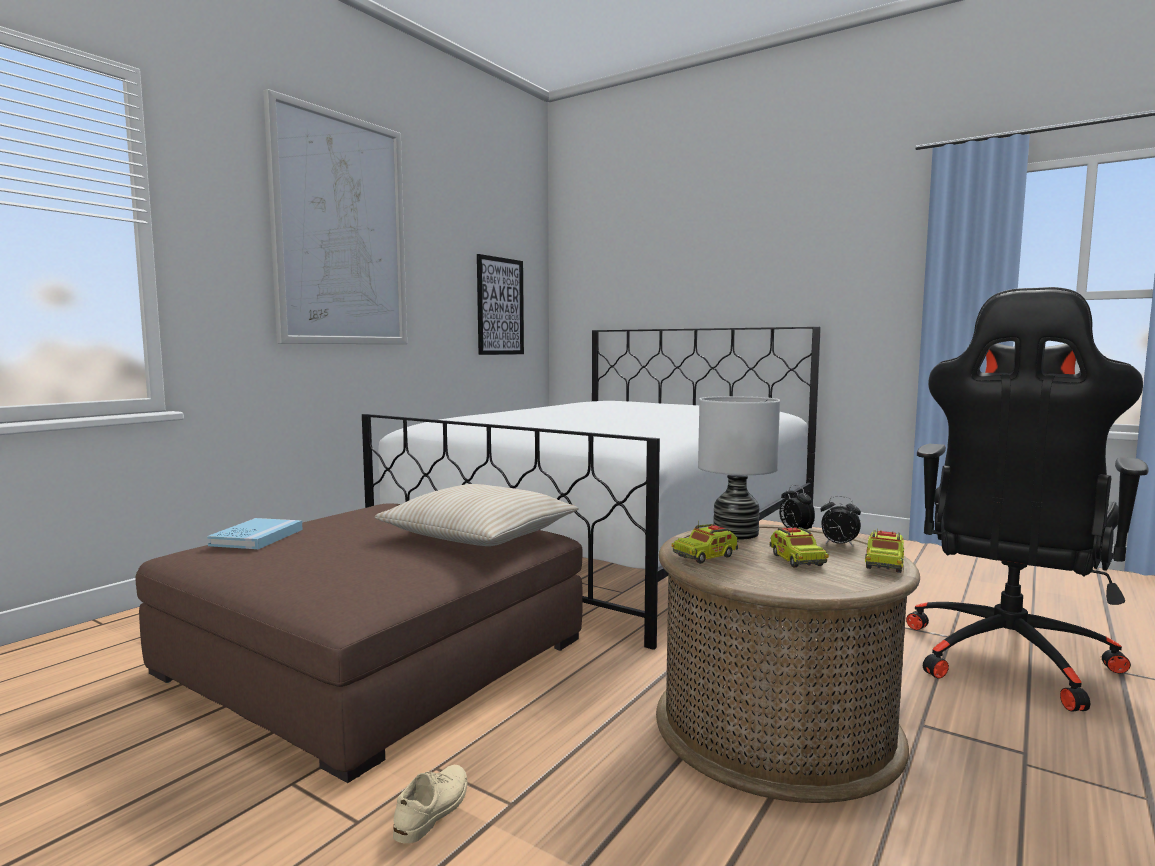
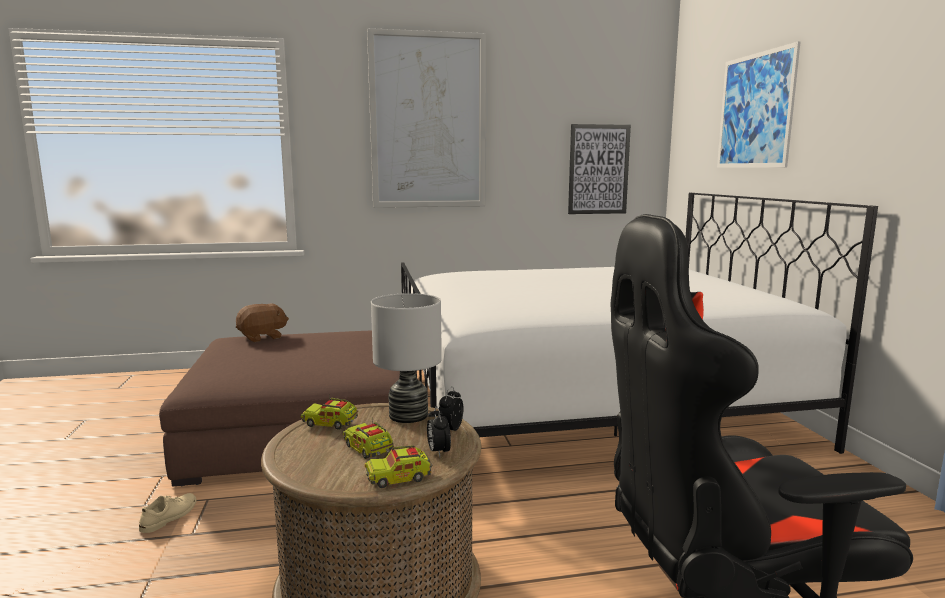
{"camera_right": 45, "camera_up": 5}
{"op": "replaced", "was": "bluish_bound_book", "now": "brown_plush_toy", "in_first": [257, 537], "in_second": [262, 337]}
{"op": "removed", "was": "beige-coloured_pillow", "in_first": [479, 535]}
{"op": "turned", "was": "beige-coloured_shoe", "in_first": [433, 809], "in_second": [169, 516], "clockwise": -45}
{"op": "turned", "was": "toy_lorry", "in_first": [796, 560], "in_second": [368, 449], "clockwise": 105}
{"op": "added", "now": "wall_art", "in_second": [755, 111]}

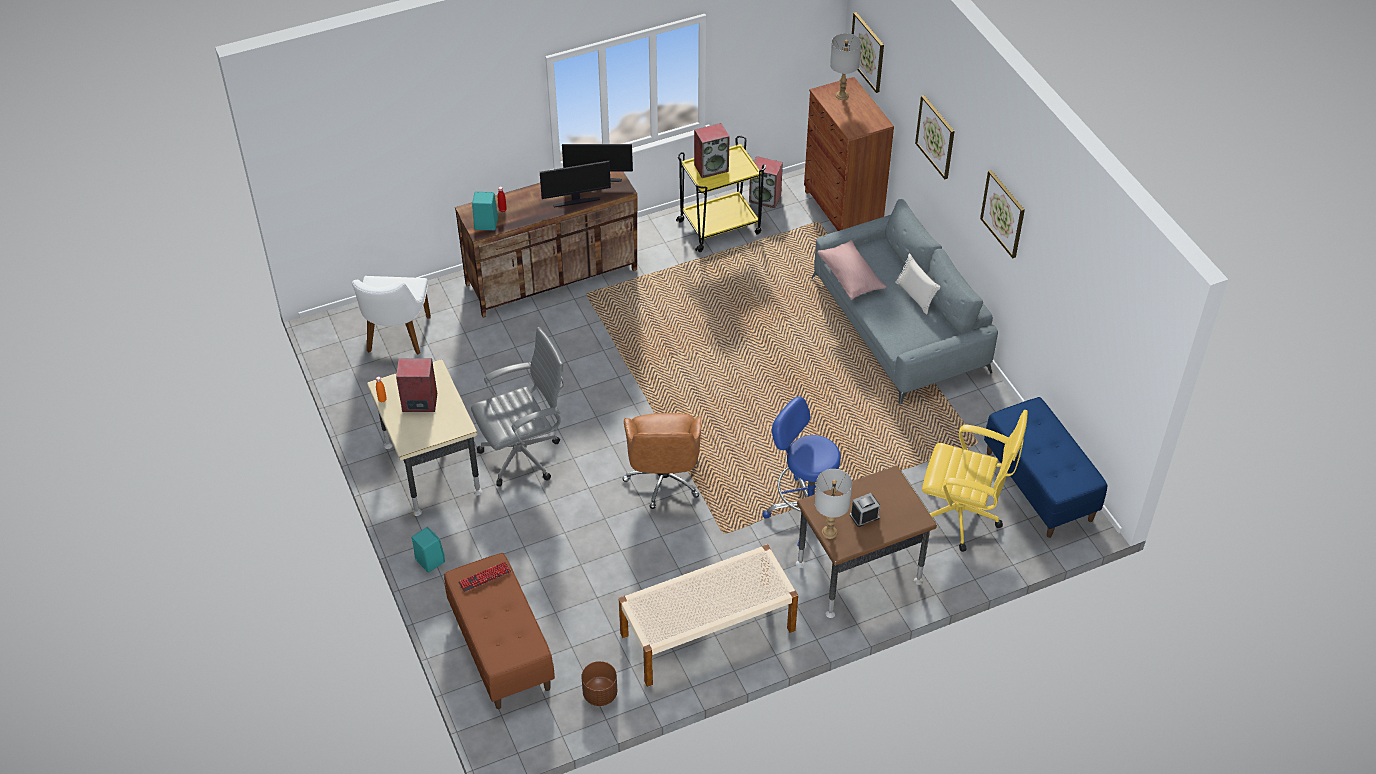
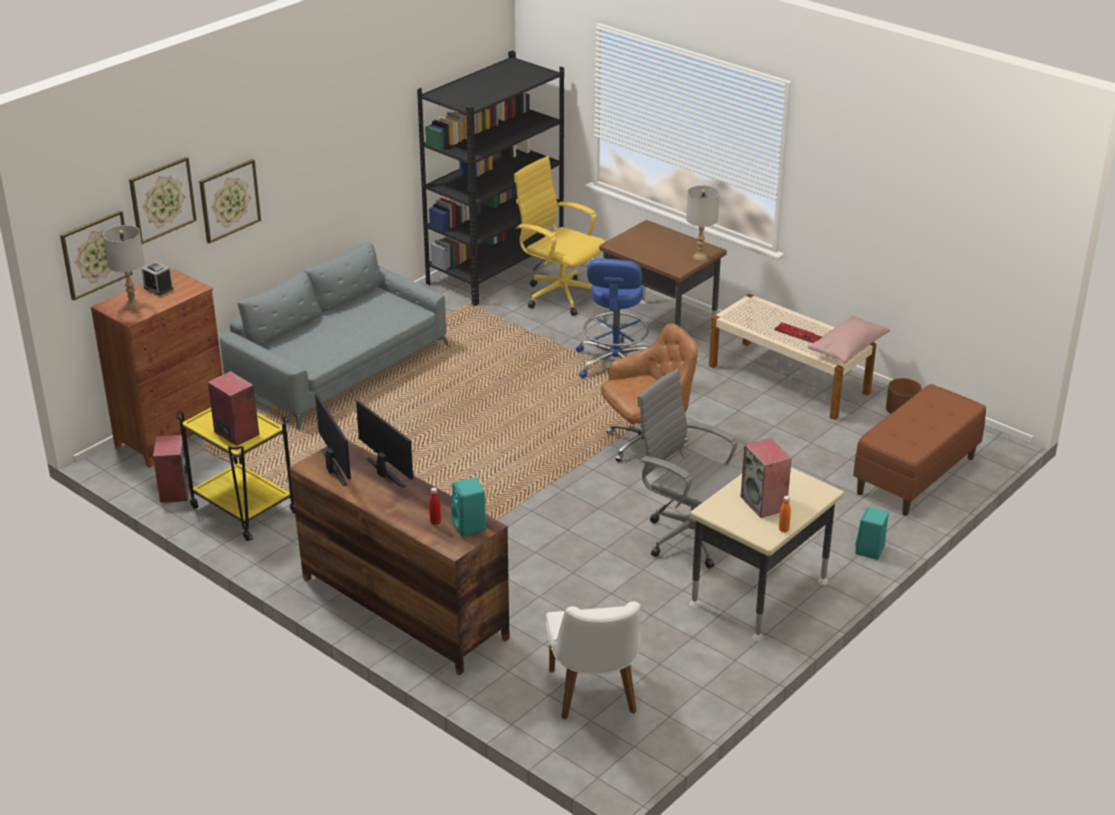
{"camera_right": -115, "camera_up": -15}
{"op": "turned", "was": "whitish_upright_chair", "in_first": [396, 339], "in_second": [595, 697], "clockwise": 105}
{"op": "moved", "was": "keyboard", "in_first": [484, 577], "in_second": [798, 334]}
{"op": "moved", "was": "pinkish_pillow", "in_first": [850, 277], "in_second": [847, 349]}
{"op": "moved", "was": "bedside_clock", "in_first": [864, 516], "in_second": [158, 288]}
{"op": "removed", "was": "whitish_pillow", "in_first": [916, 296]}
{"op": "turned", "was": "yellow_office_chair", "in_first": [962, 517], "in_second": [559, 295], "clockwise": -45}
{"op": "moved", "was": "wall_art", "in_first": [1003, 213], "in_second": [162, 199]}
{"op": "replaced", "was": "bluish_long_seat", "now": "blackish_bookshelf", "in_first": [1039, 486], "in_second": [495, 270]}

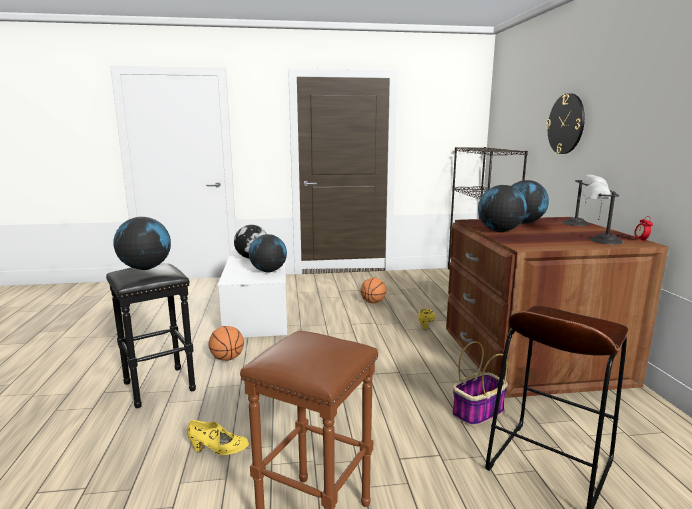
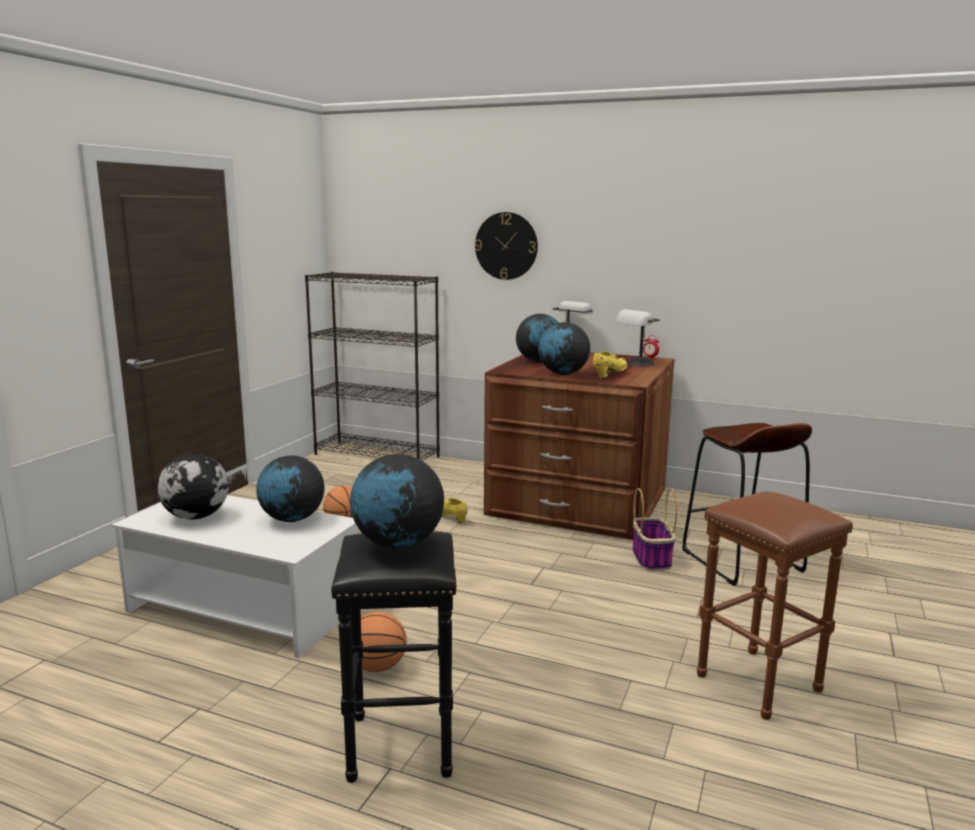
{"camera_right": -60, "camera_up": 0}
{"op": "moved", "was": "yellow_shoe", "in_first": [218, 450], "in_second": [609, 374]}

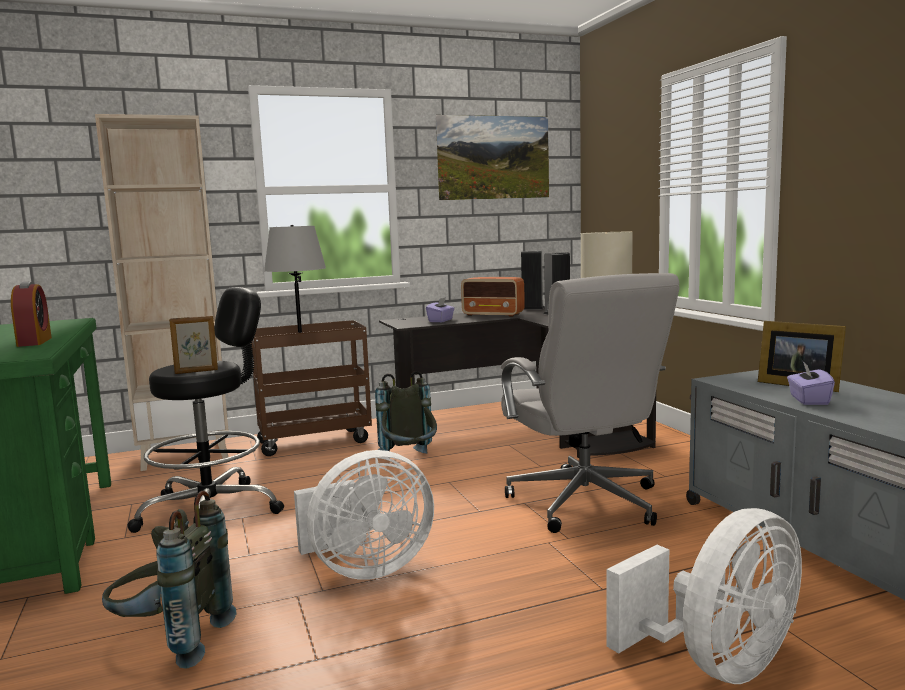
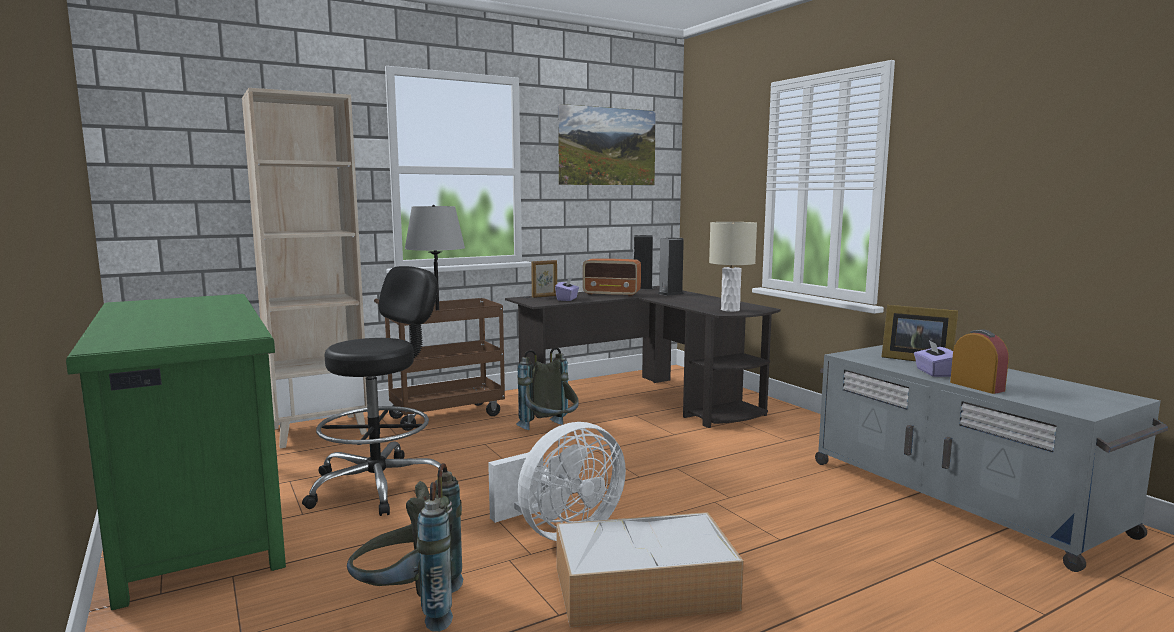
{"camera_right": -10, "camera_up": 0}
{"op": "moved", "was": "bedside_clock", "in_first": [34, 342], "in_second": [977, 386]}
{"op": "moved", "was": "picture_frame", "in_first": [196, 371], "in_second": [544, 296]}
{"op": "removed", "was": "greyish_office_chair", "in_first": [585, 501]}
{"op": "removed", "was": "whitish_cooling_fan", "in_first": [718, 664]}
{"op": "added", "now": "storage_container", "in_second": [641, 589]}

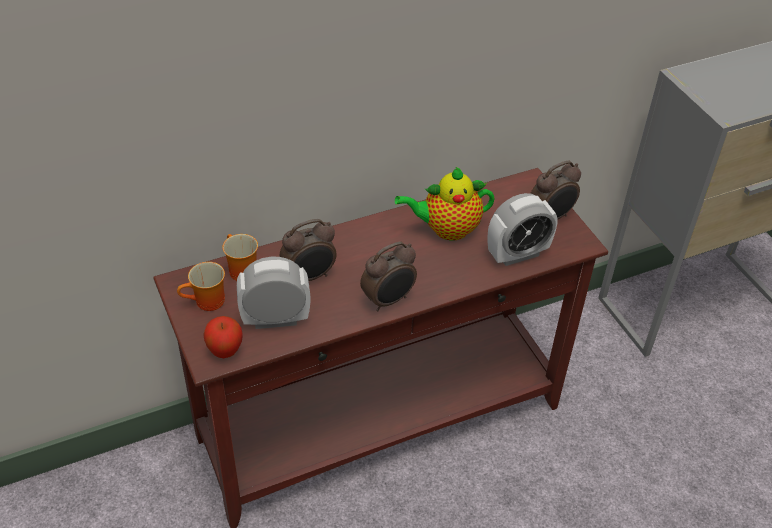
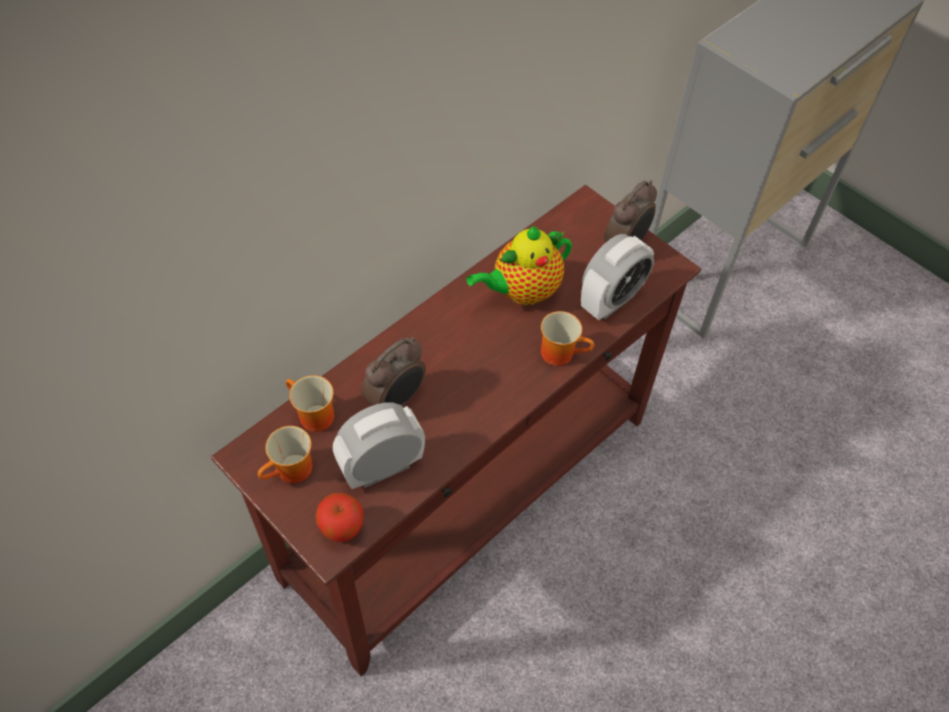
{"camera_right": -20, "camera_up": 10}
{"op": "removed", "was": "bedside_clock", "in_first": [389, 300]}
{"op": "added", "now": "tea_mug", "in_second": [561, 352]}

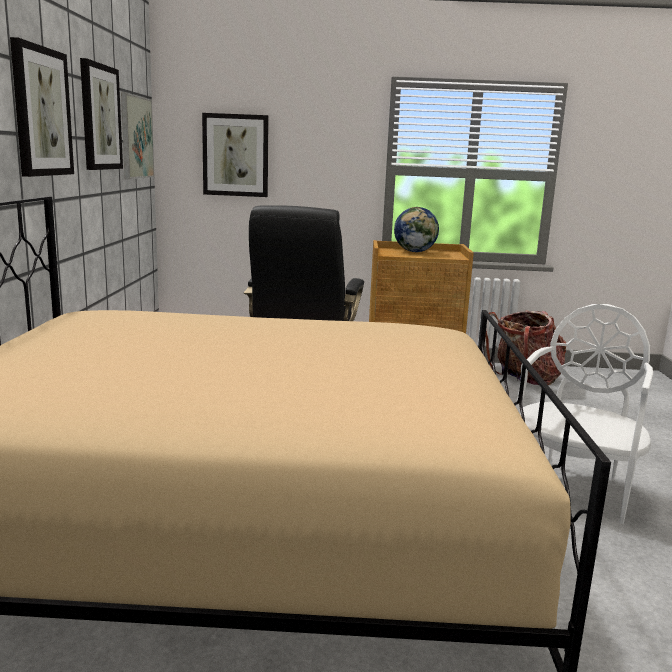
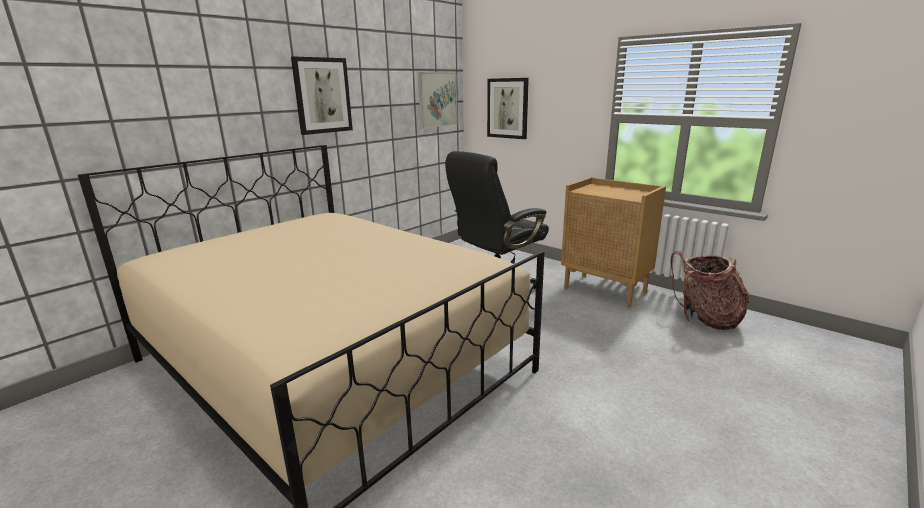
{"camera_right": 40, "camera_up": 5}
{"op": "removed", "was": "wall_art", "in_first": [100, 117]}
{"op": "removed", "was": "world_globe", "in_first": [415, 251]}
{"op": "removed", "was": "whitish_upright_chair", "in_first": [572, 487]}

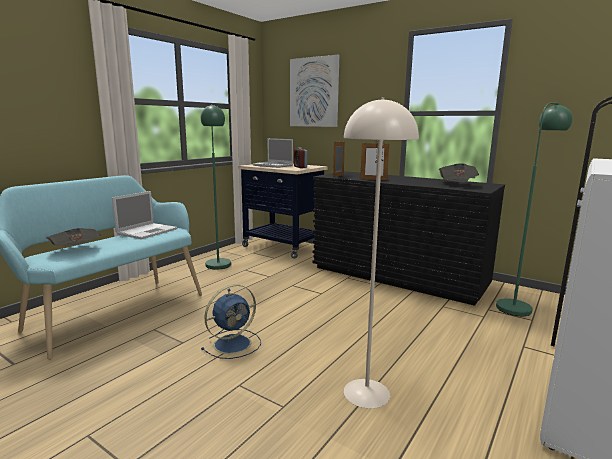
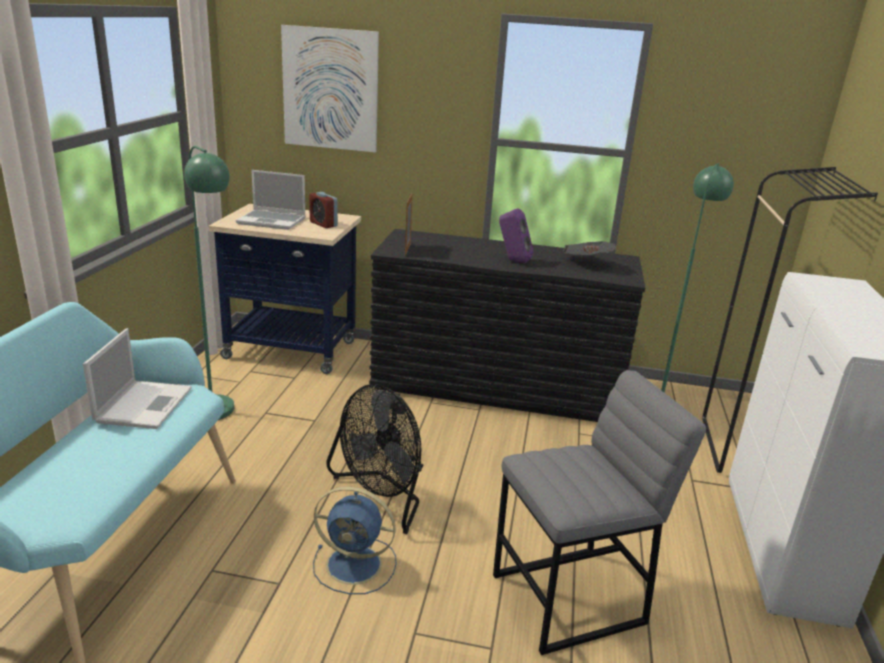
{"camera_right": -25, "camera_up": 10}
{"op": "removed", "was": "newspaper", "in_first": [76, 250]}
{"op": "turned", "was": "bluish_cooling_fan", "in_first": [234, 343], "in_second": [356, 565], "clockwise": 75}
{"op": "replaced", "was": "beige-coloured_floor_lamp", "now": "greyish_upright_chair", "in_first": [367, 393], "in_second": [571, 597]}
{"op": "removed", "was": "picture_frame", "in_first": [373, 179]}
{"op": "added", "now": "blackish_cooling_fan", "in_second": [383, 492]}
{"op": "added", "now": "purplish_audio_speaker", "in_second": [512, 261]}

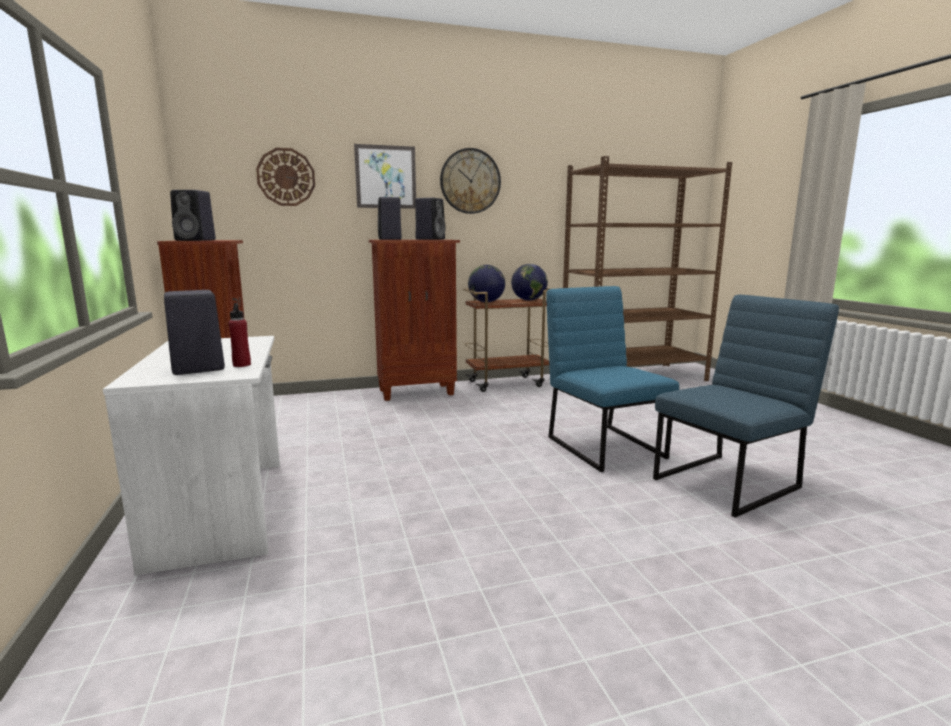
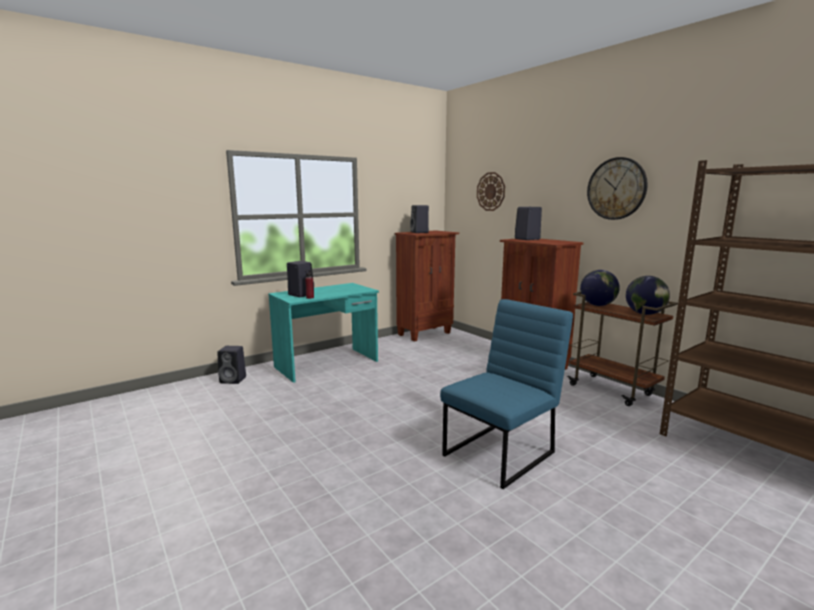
{"camera_right": 70, "camera_up": 0}
{"op": "recoloured", "was": "whitish_desk_table", "now": "turquoise_desk_table", "in_first": [224, 508], "in_second": [327, 364]}
{"op": "removed", "was": "wall_art", "in_first": [386, 177]}
{"op": "moved", "was": "blackish_audio_speaker", "in_first": [430, 239], "in_second": [234, 380]}
{"op": "removed", "was": "bluish_upright_chair", "in_first": [729, 482]}

